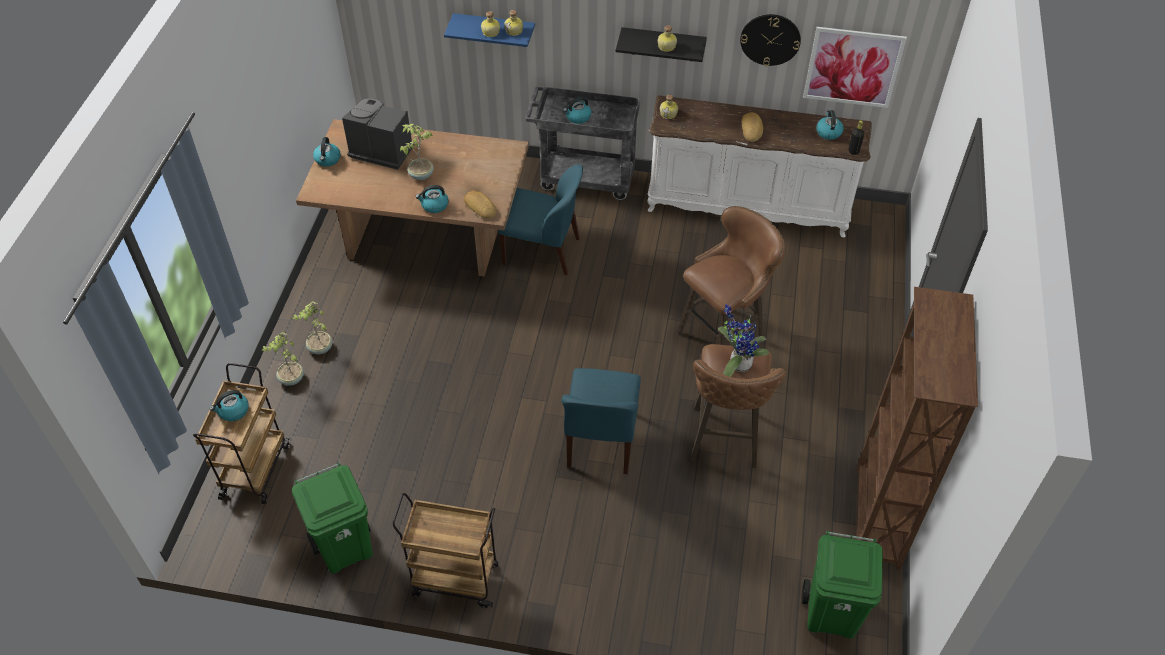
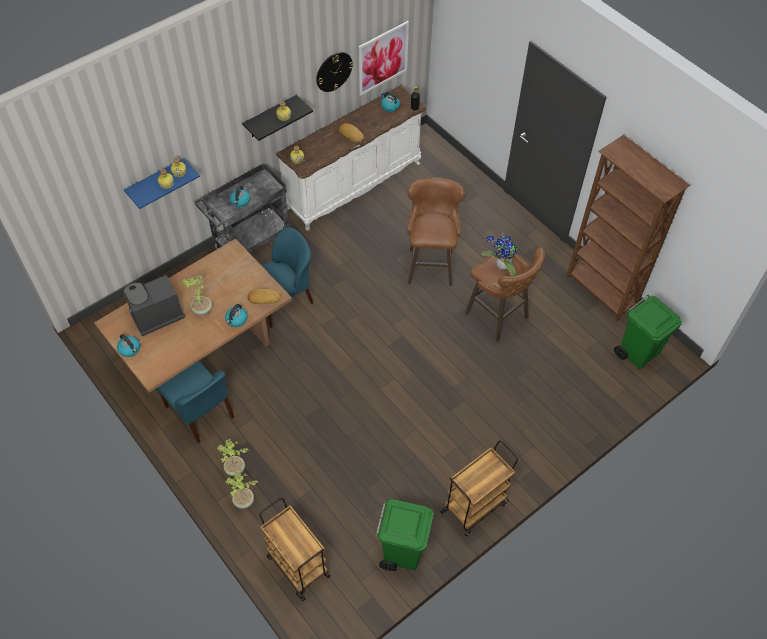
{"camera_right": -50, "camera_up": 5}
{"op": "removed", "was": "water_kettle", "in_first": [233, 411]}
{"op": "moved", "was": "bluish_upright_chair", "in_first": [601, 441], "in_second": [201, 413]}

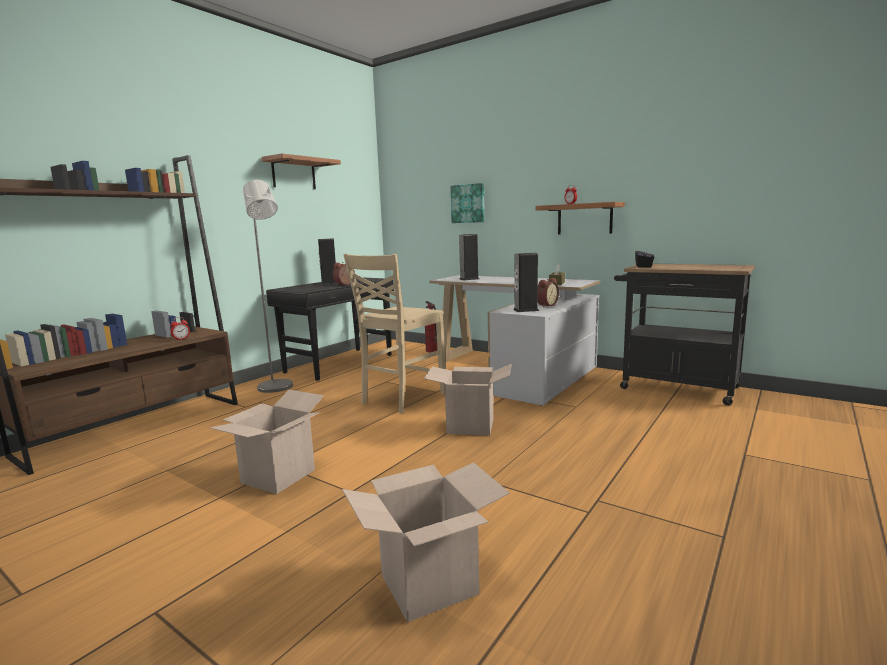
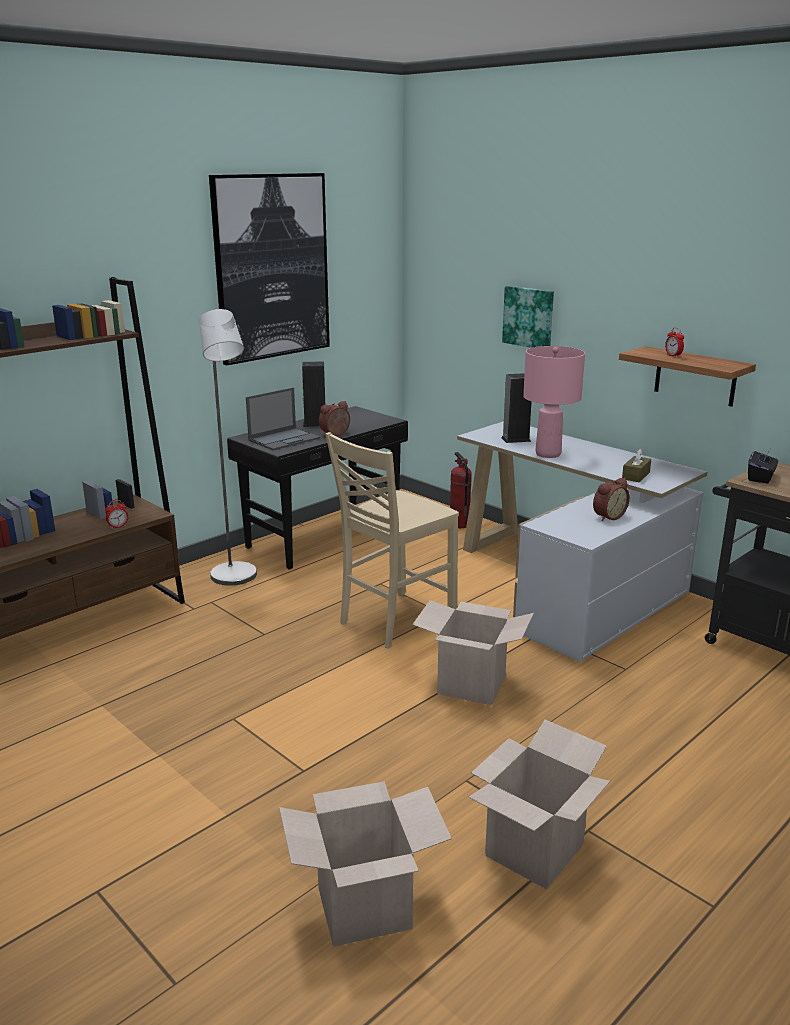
{"camera_right": 10, "camera_up": 10}
{"op": "moved", "was": "carton", "in_first": [278, 476], "in_second": [534, 850]}
{"op": "replaced", "was": "wall_shelf", "now": "wall_art", "in_first": [293, 174], "in_second": [272, 267]}
{"op": "removed", "was": "audio_speaker", "in_first": [526, 310]}
{"op": "added", "now": "portable_computer", "in_second": [284, 439]}
{"op": "added", "now": "pinkish_tabletop_lamp", "in_second": [547, 454]}

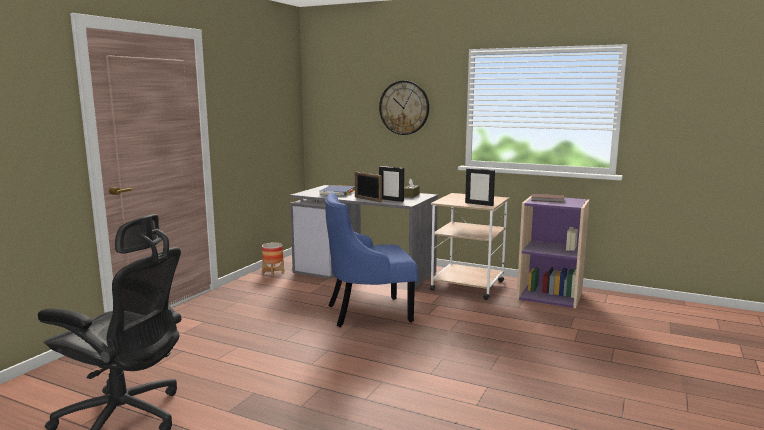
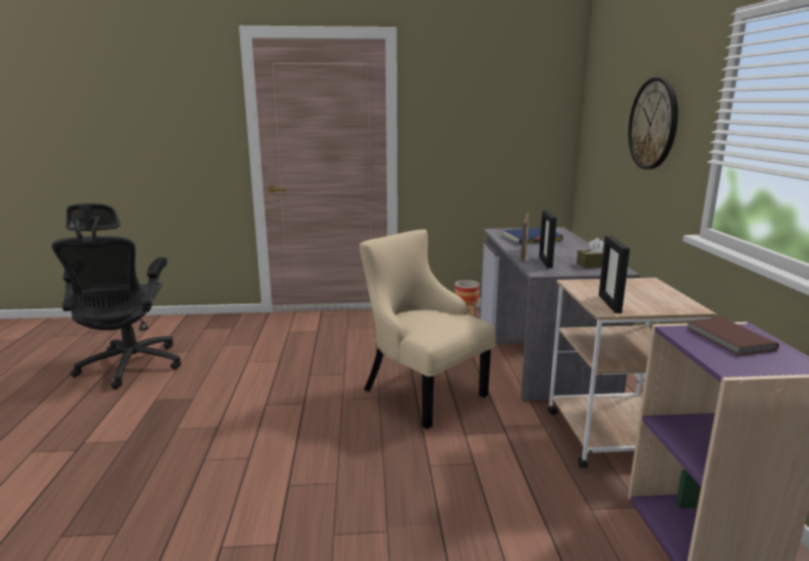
{"camera_right": 60, "camera_up": 5}
{"op": "recoloured", "was": "bluish_upright_chair", "now": "beige-coloured_upright_chair", "in_first": [370, 312], "in_second": [424, 395]}

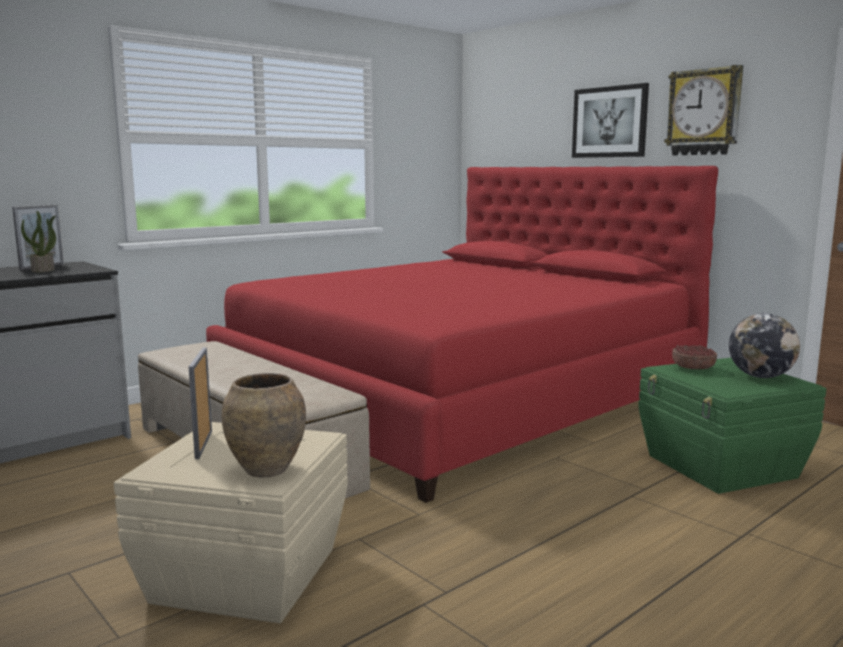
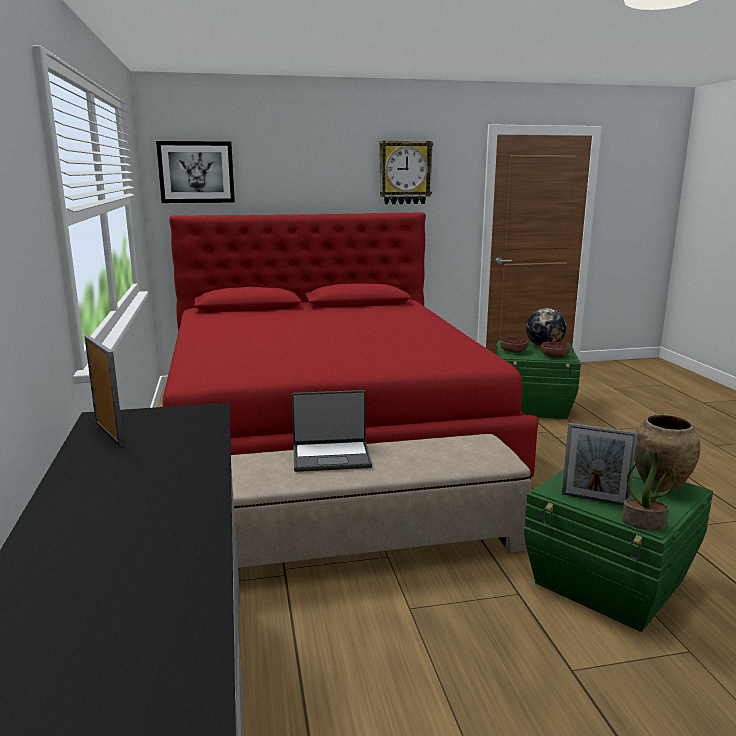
{"camera_right": -60, "camera_up": 5}
{"op": "moved", "was": "houseplant", "in_first": [43, 270], "in_second": [644, 523]}
{"op": "recoloured", "was": "beige-coloured_storage_container", "now": "greenish_storage_container", "in_first": [244, 575], "in_second": [610, 582]}
{"op": "moved", "was": "wall_art", "in_first": [609, 122], "in_second": [196, 172]}
{"op": "added", "now": "portable_computer", "in_second": [331, 457]}
{"op": "added", "now": "deep_dish", "in_second": [554, 356]}

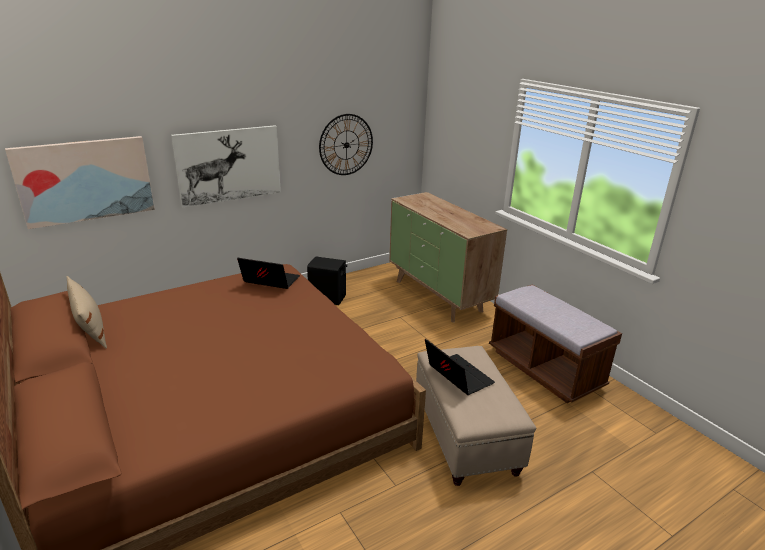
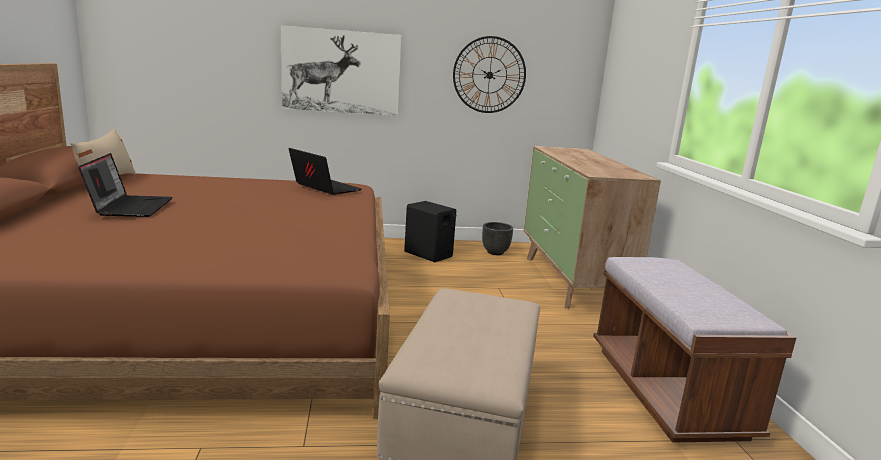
{"camera_right": 25, "camera_up": -10}
{"op": "removed", "was": "wall_art", "in_first": [85, 180]}
{"op": "moved", "was": "portable_computer", "in_first": [456, 376], "in_second": [130, 207]}
{"op": "added", "now": "blackish_flower_pot", "in_second": [495, 252]}

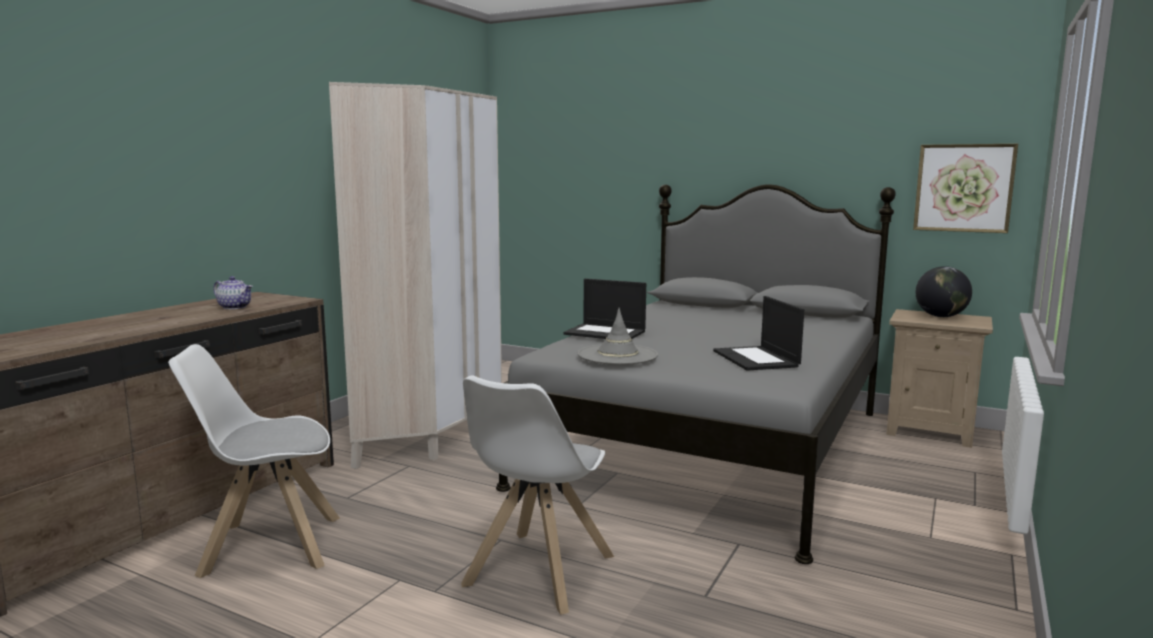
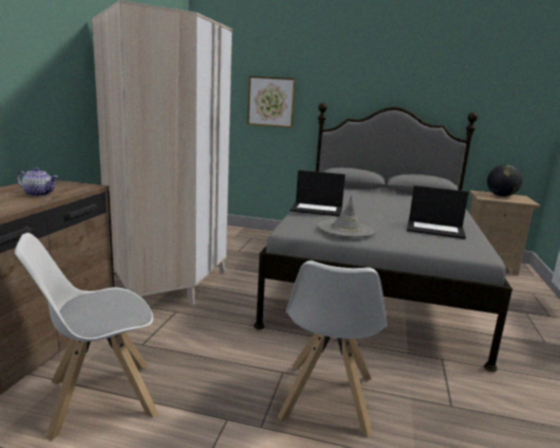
{"camera_right": -15, "camera_up": 5}
{"op": "turned", "was": "portable_computer", "in_first": [756, 359], "in_second": [435, 229], "clockwise": -45}
{"op": "moved", "was": "wall_art", "in_first": [963, 188], "in_second": [271, 102]}

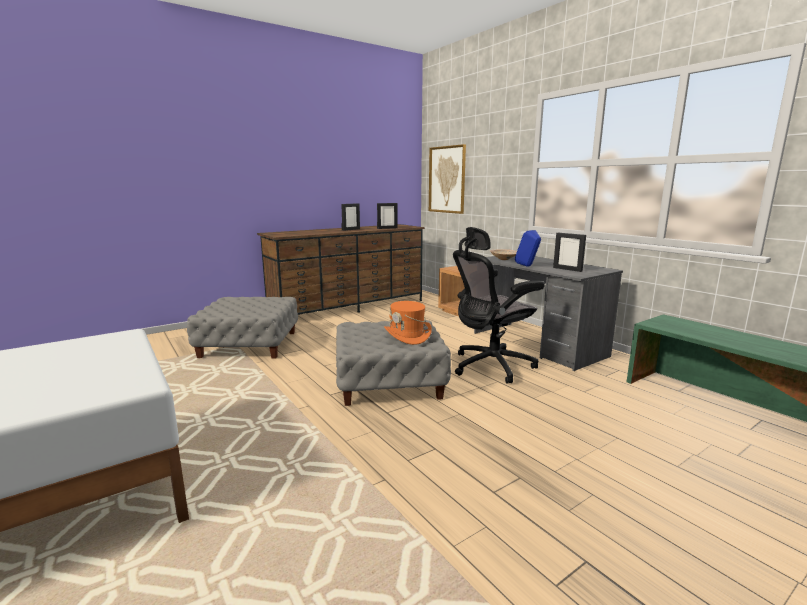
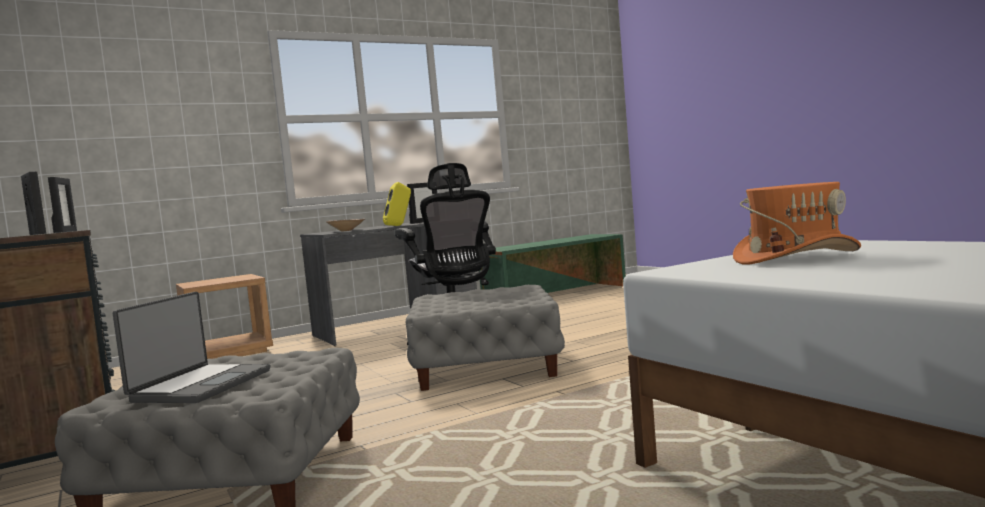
{"camera_right": -85, "camera_up": -10}
{"op": "moved", "was": "orange_clothing_hat", "in_first": [407, 335], "in_second": [795, 257]}
{"op": "removed", "was": "wall_art", "in_first": [447, 179]}
{"op": "recoloured", "was": "bluish_audio_speaker", "now": "yellow_audio_speaker", "in_first": [527, 266], "in_second": [399, 225]}
{"op": "added", "now": "portable_computer", "in_second": [200, 386]}

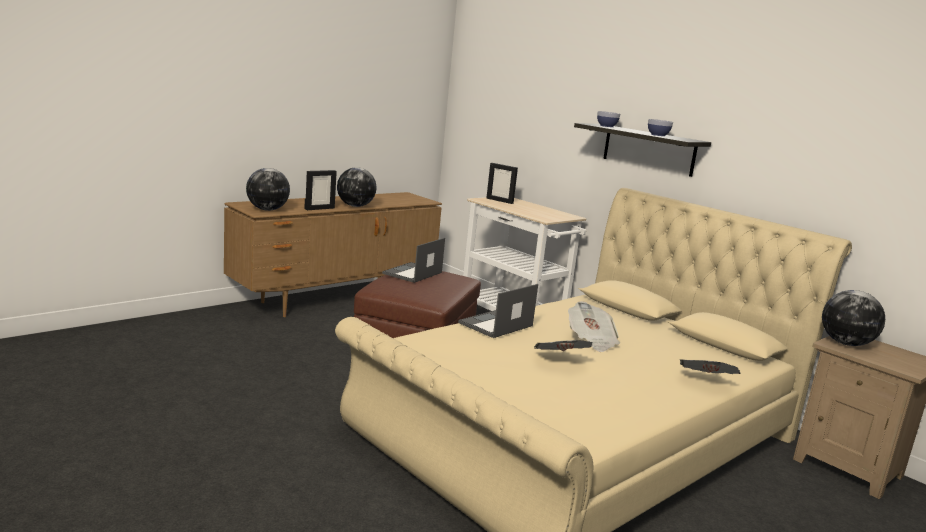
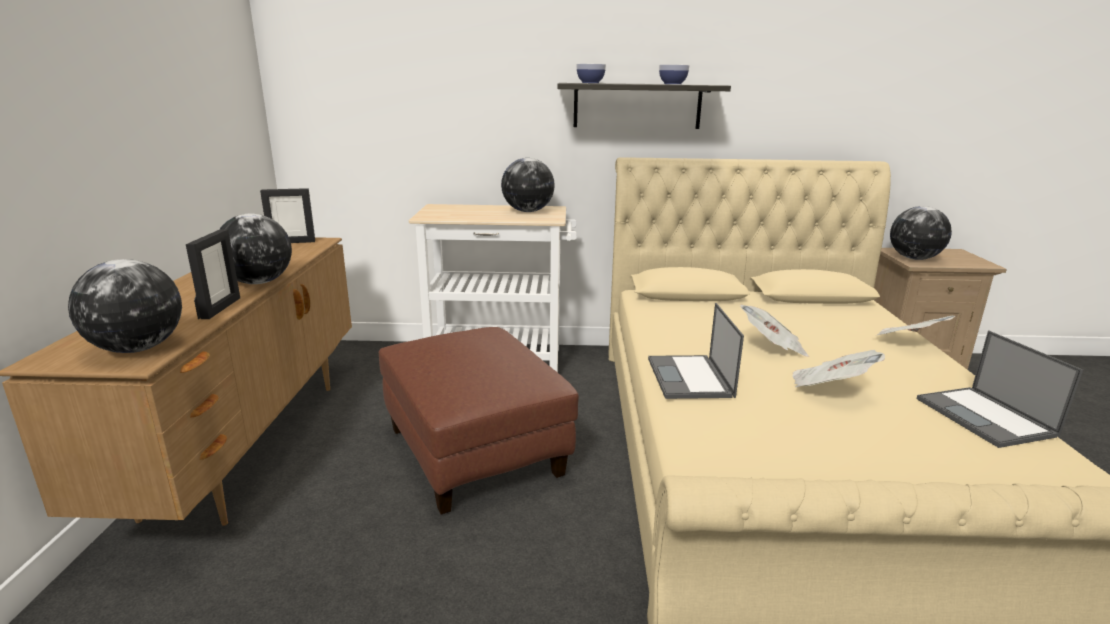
{"camera_right": -45, "camera_up": 5}
{"op": "moved", "was": "portable_computer", "in_first": [412, 273], "in_second": [986, 417]}
{"op": "moved", "was": "picture_frame", "in_first": [500, 200], "in_second": [292, 242]}
{"op": "added", "now": "world_globe", "in_second": [528, 211]}

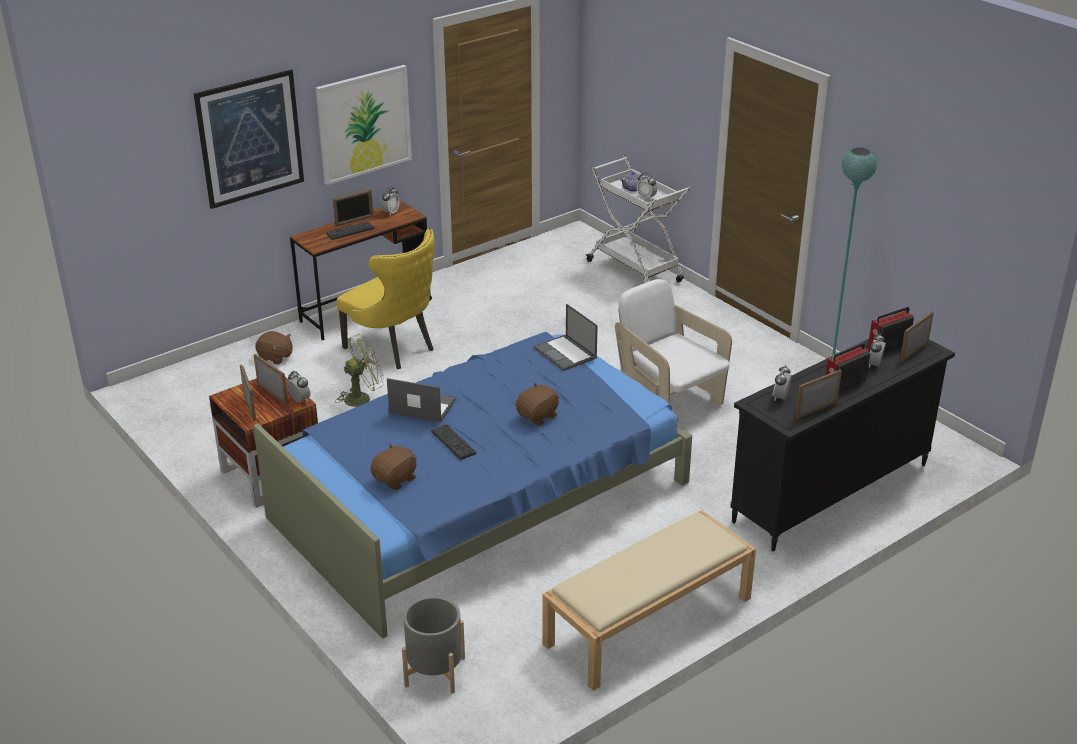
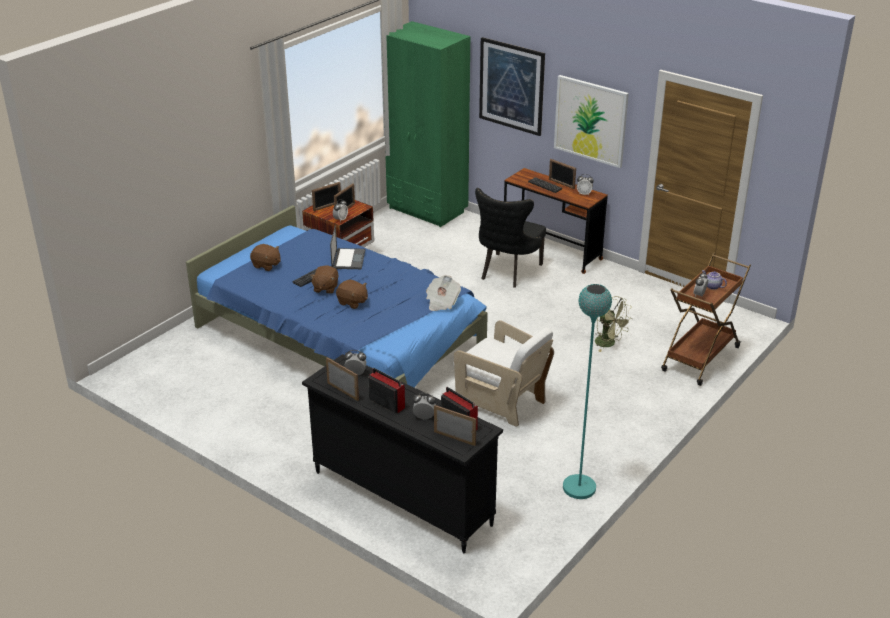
{"camera_right": 75, "camera_up": 0}
{"op": "moved", "was": "brown_plush_toy", "in_first": [275, 357], "in_second": [325, 288]}
{"op": "moved", "was": "greenish_cooling_fan", "in_first": [362, 397], "in_second": [609, 343]}
{"op": "recoloured", "was": "yellow_upright_chair", "now": "blackish_upright_chair", "in_first": [393, 348], "in_second": [508, 272]}
{"op": "removed", "was": "greyish_flower_pot", "in_first": [435, 672]}
{"op": "replaced", "was": "portable_computer", "now": "newspaper", "in_first": [565, 353], "in_second": [442, 302]}
{"op": "removed", "was": "beige-coloured_long_seat", "in_first": [648, 622]}
{"op": "recoloured", "was": "whitish_cart", "now": "brown_cart", "in_first": [634, 272], "in_second": [699, 359]}
{"op": "turned", "was": "whitish_armchair", "in_first": [668, 399], "in_second": [501, 401], "clockwise": 90}
{"op": "added", "now": "greenish_armoire", "in_second": [427, 210]}

